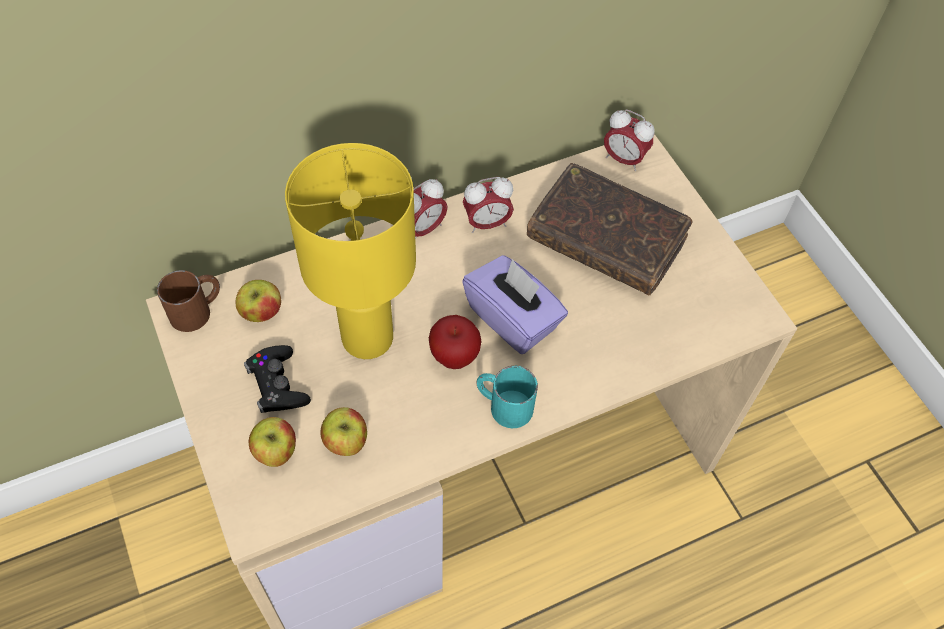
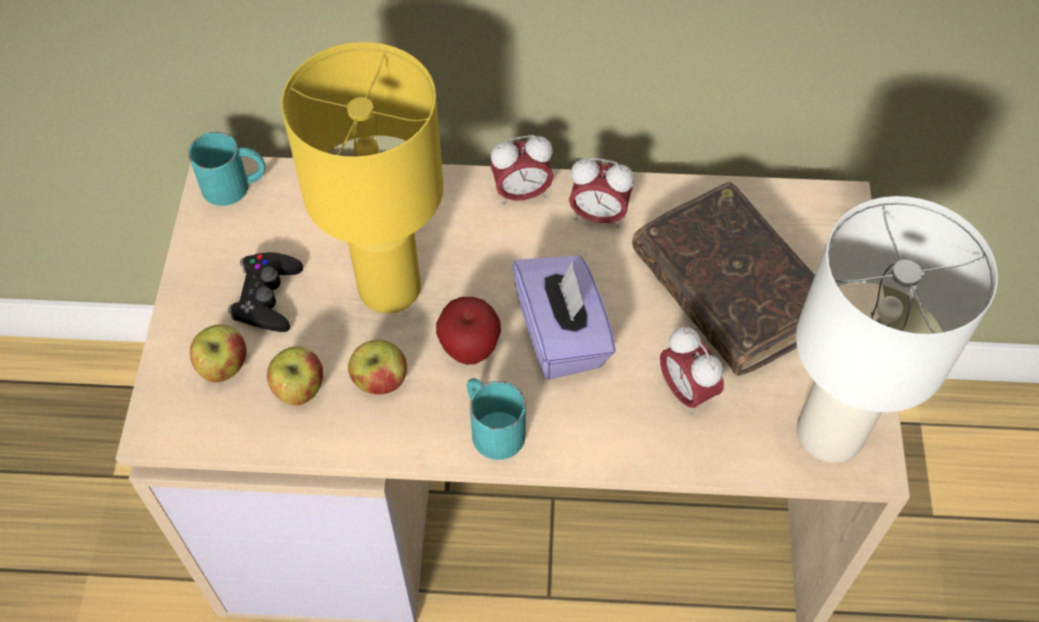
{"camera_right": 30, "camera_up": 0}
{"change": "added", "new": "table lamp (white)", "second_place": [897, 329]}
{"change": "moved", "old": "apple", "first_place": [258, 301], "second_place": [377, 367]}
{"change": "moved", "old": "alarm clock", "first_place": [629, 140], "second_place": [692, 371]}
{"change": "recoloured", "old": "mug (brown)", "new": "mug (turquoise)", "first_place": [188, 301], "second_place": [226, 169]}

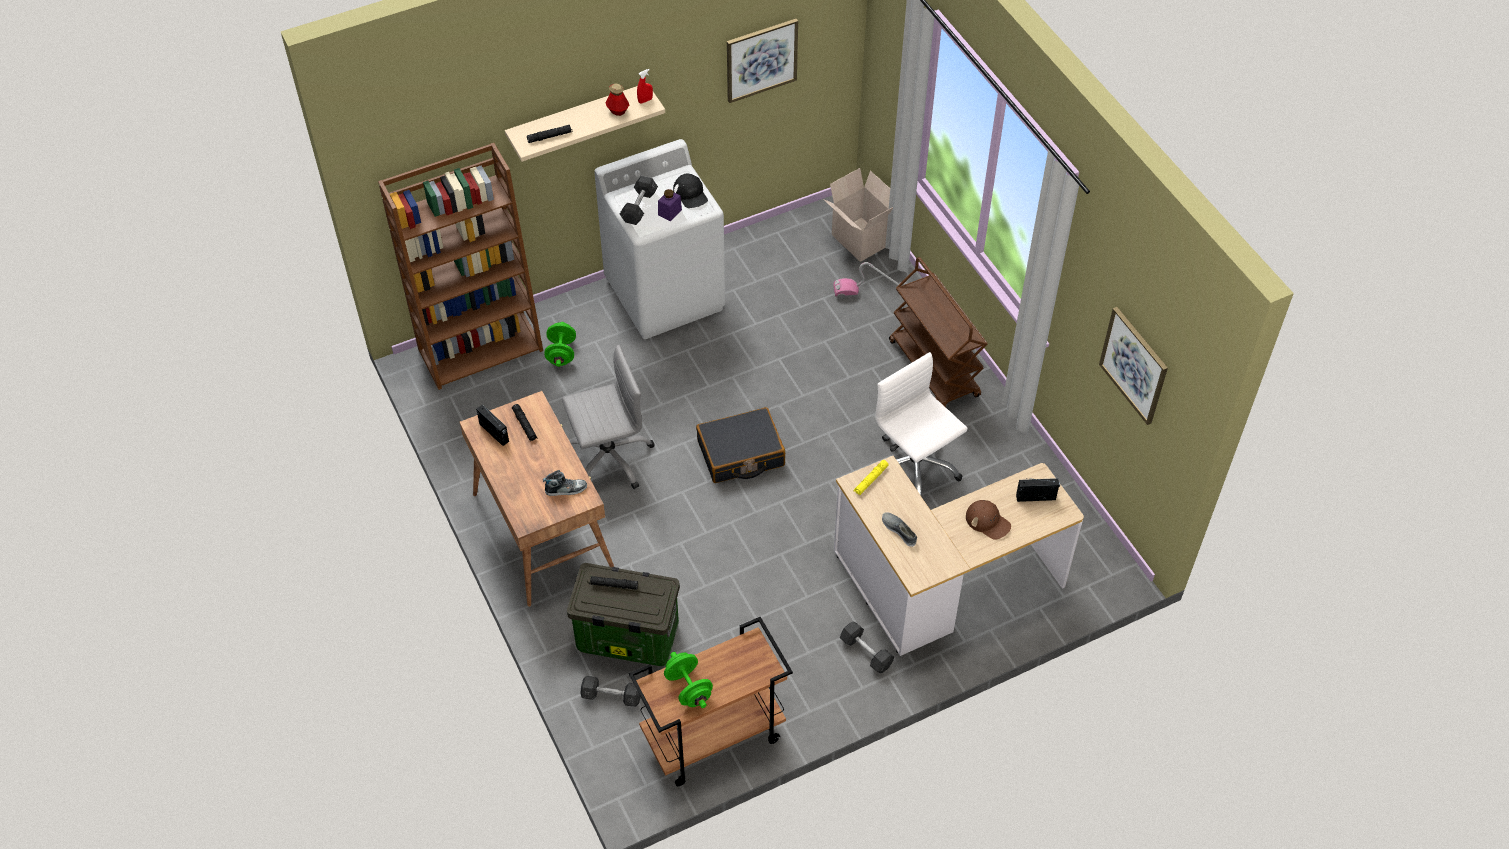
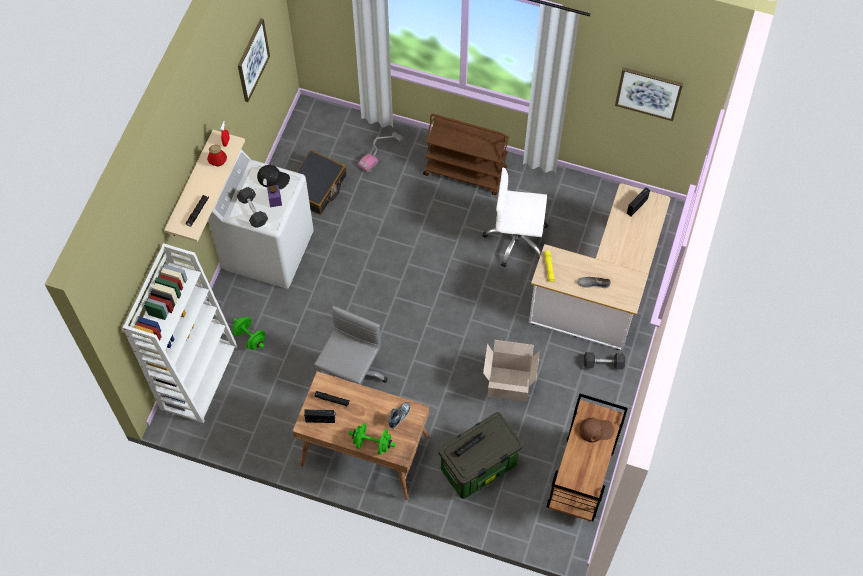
{"camera_right": -45, "camera_up": 10}
{"change": "removed", "old": "dumbbell (grey)", "first_place": [611, 691]}
{"change": "moved", "old": "dumbbell (green)", "first_place": [688, 680], "second_place": [372, 439]}
{"change": "moved", "old": "suitcase (black)", "first_place": [740, 445], "second_place": [321, 182]}
{"change": "moved", "old": "cardboard box", "first_place": [858, 215], "second_place": [511, 371]}
{"change": "moved", "old": "cap (brown)", "first_place": [988, 520], "second_place": [596, 429]}
{"change": "recoloured", "old": "bookcase (brown)", "new": "bookcase (white)", "first_place": [460, 266], "second_place": [180, 333]}

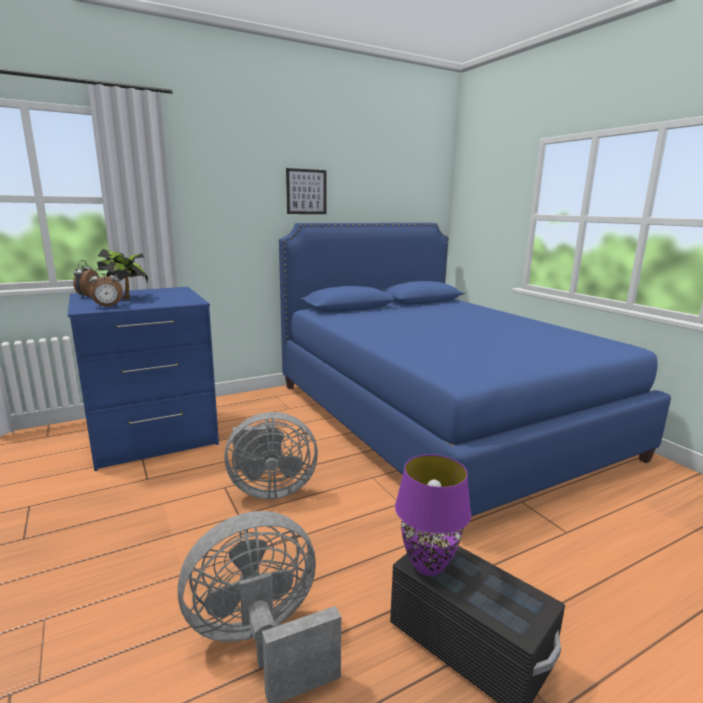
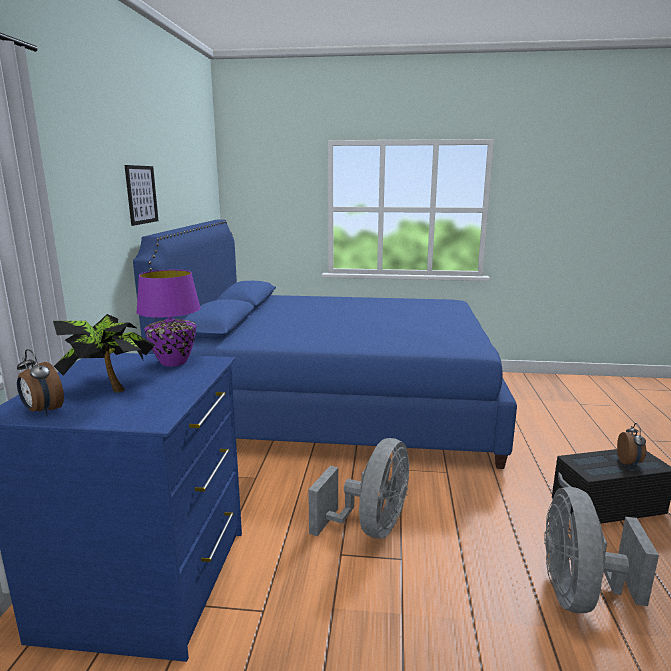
{"camera_right": -55, "camera_up": 0}
{"change": "moved", "old": "alarm clock", "first_place": [106, 287], "second_place": [631, 445]}
{"change": "moved", "old": "table lamp (purple)", "first_place": [433, 515], "second_place": [168, 318]}

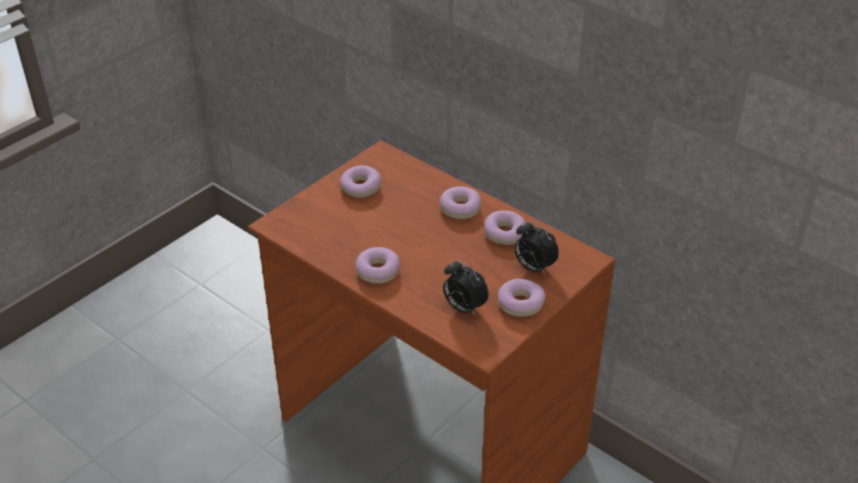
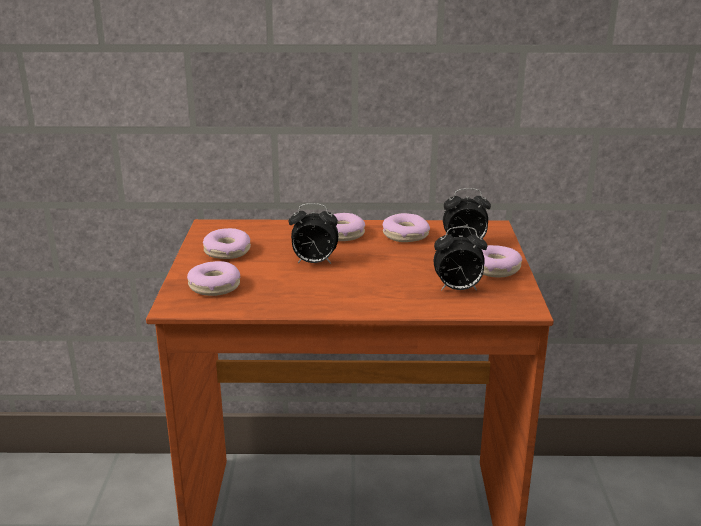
{"camera_right": -40, "camera_up": -15}
{"change": "added", "new": "alarm clock", "second_place": [314, 233]}
{"change": "moved", "old": "donut", "first_place": [377, 265], "second_place": [213, 278]}

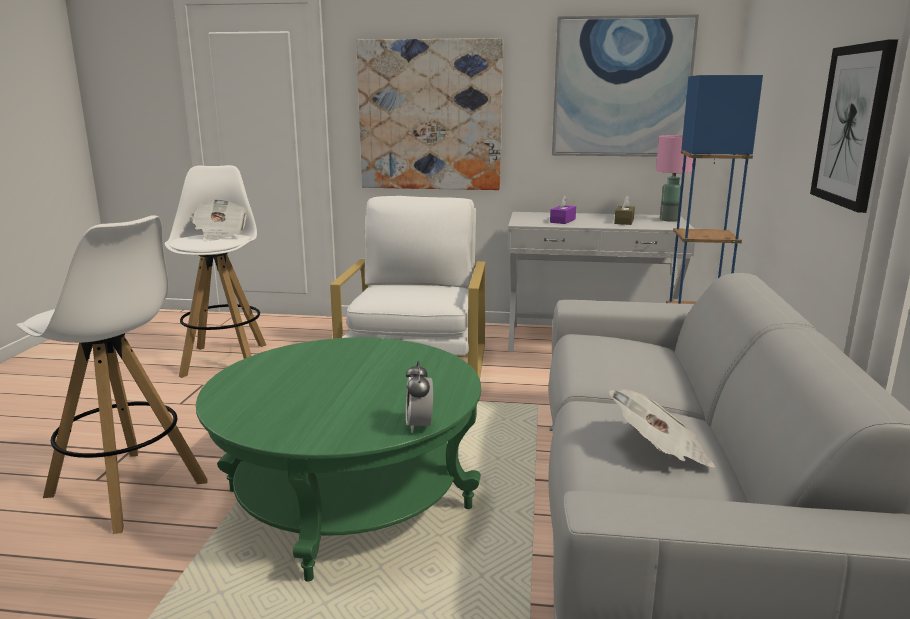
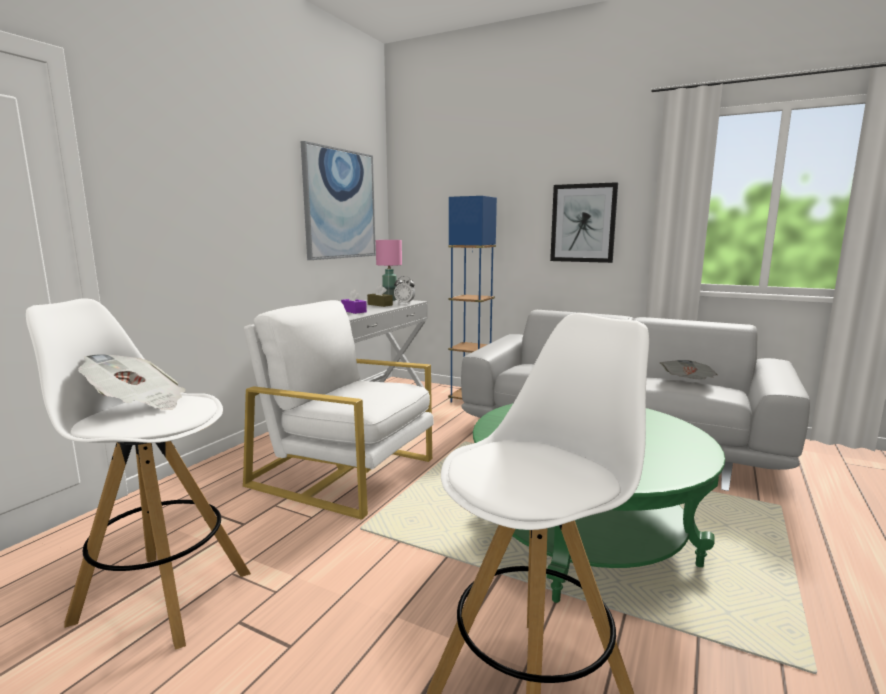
{"camera_right": -70, "camera_up": -5}
{"change": "removed", "old": "picture", "first_place": [429, 114]}
{"change": "moved", "old": "alarm clock", "first_place": [419, 397], "second_place": [404, 290]}

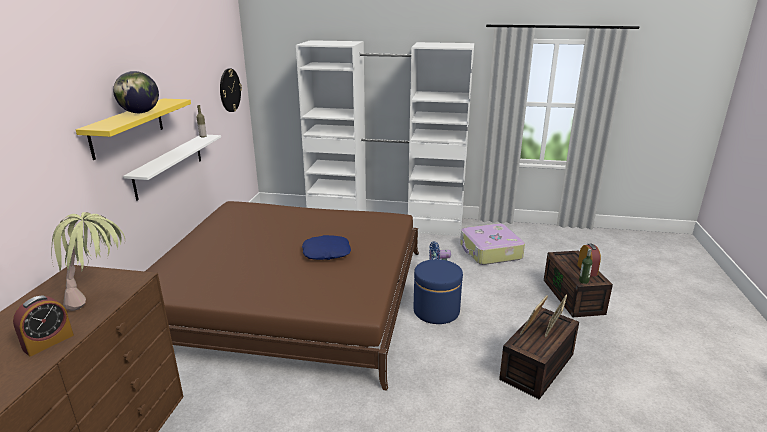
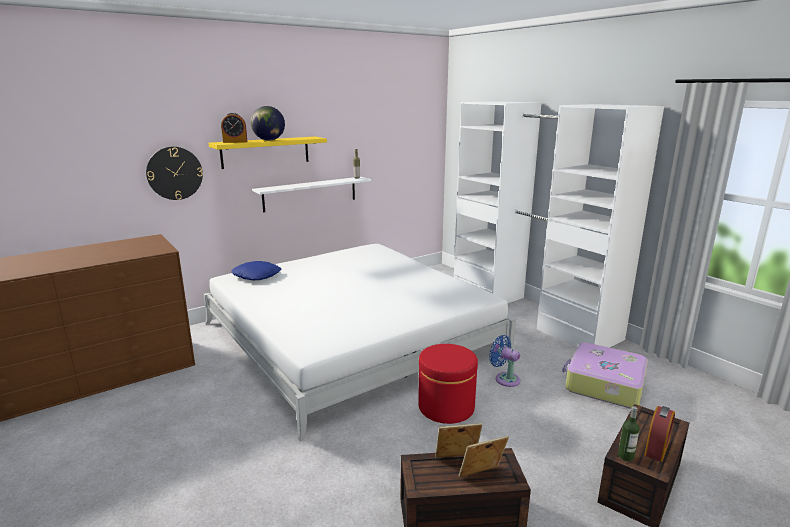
{"camera_right": 45, "camera_up": -5}
{"change": "removed", "old": "potted plant", "first_place": [88, 261]}
{"change": "moved", "old": "alarm clock", "first_place": [43, 325], "second_place": [234, 128]}
{"change": "moved", "old": "wall clock", "first_place": [231, 90], "second_place": [174, 173]}
{"change": "moved", "old": "pillow (blue)", "first_place": [326, 247], "second_place": [256, 270]}
{"change": "recoloured", "old": "bed (brown)", "new": "bed (white)", "first_place": [282, 296], "second_place": [360, 342]}
{"change": "recoloured", "old": "ottoman (blue)", "new": "ottoman (red)", "first_place": [438, 291], "second_place": [448, 384]}

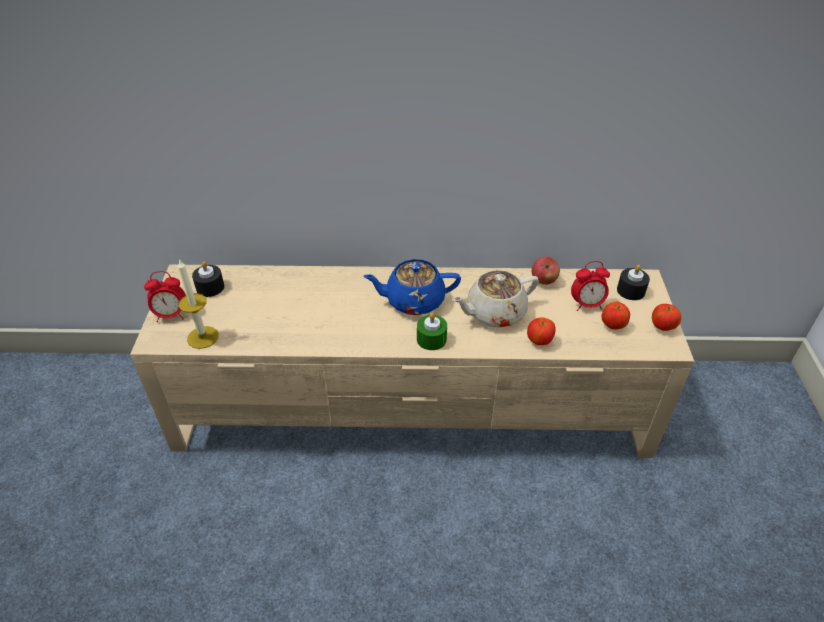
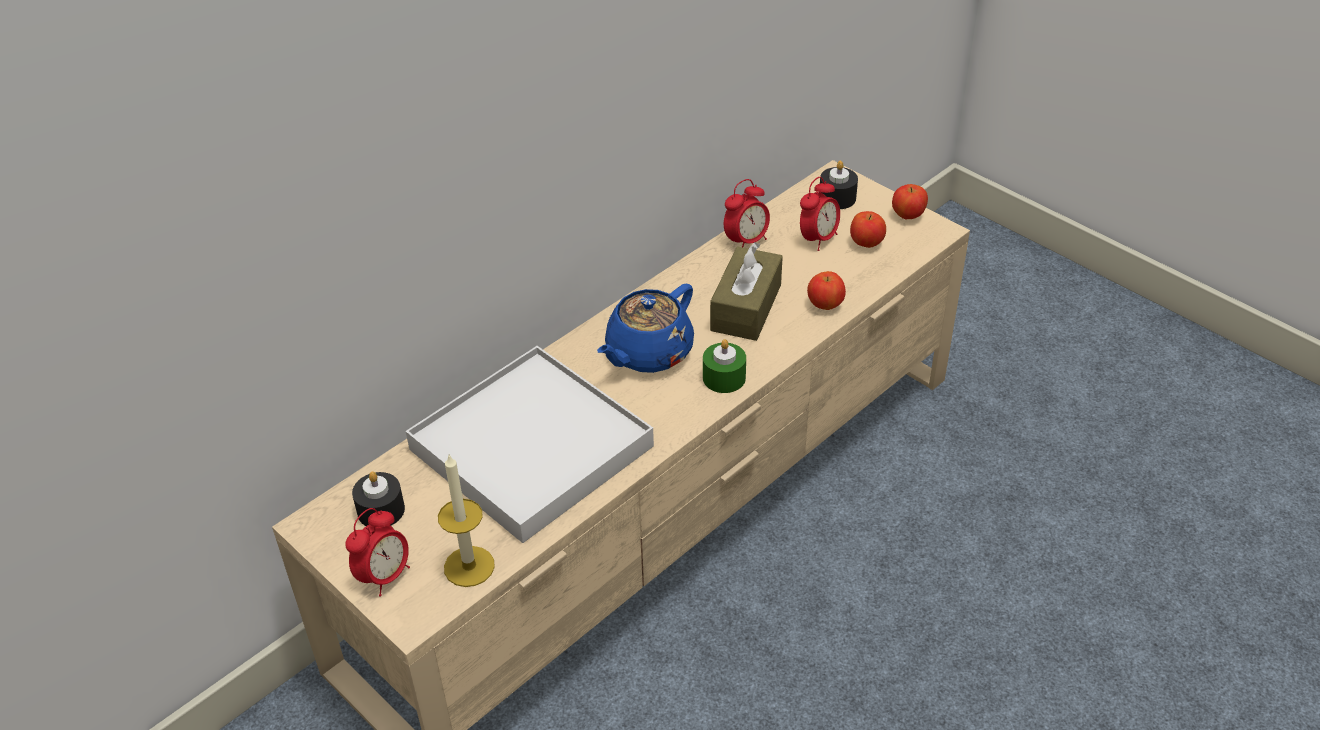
{"camera_right": -45, "camera_up": 0}
{"change": "added", "new": "tray (white)", "second_place": [530, 444]}
{"change": "replaced", "old": "teapot (beige)", "new": "tissue box (brown)", "first_place": [495, 298], "second_place": [746, 291]}
{"change": "replaced", "old": "apple", "new": "alarm clock", "first_place": [546, 271], "second_place": [747, 213]}

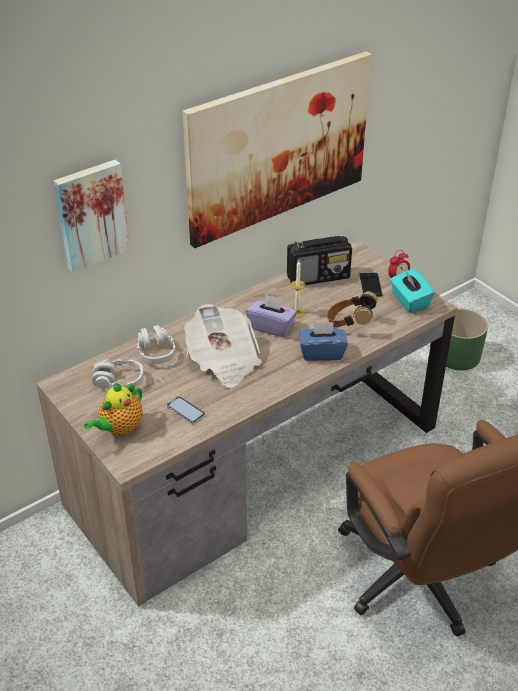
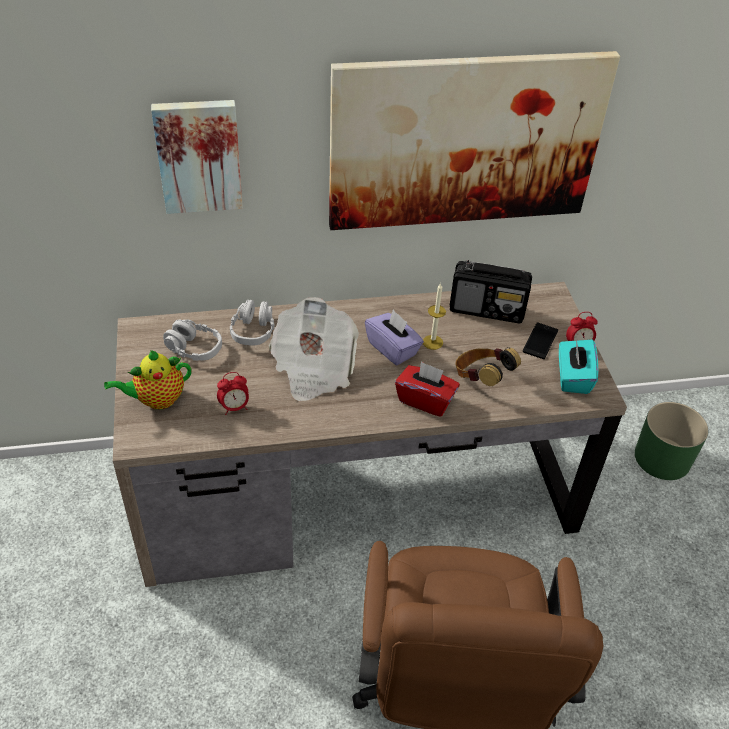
{"camera_right": 25, "camera_up": 5}
{"change": "replaced", "old": "phone", "new": "alarm clock", "first_place": [186, 410], "second_place": [233, 393]}
{"change": "recoloured", "old": "tissue box (blue)", "new": "tissue box (red)", "first_place": [323, 341], "second_place": [427, 389]}

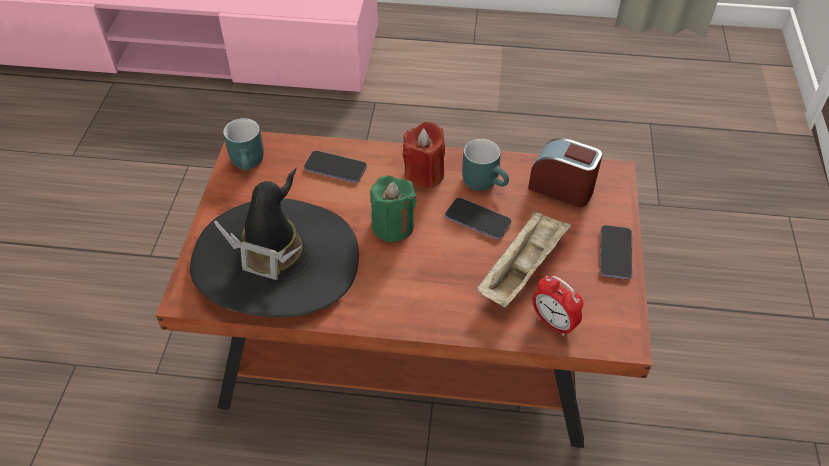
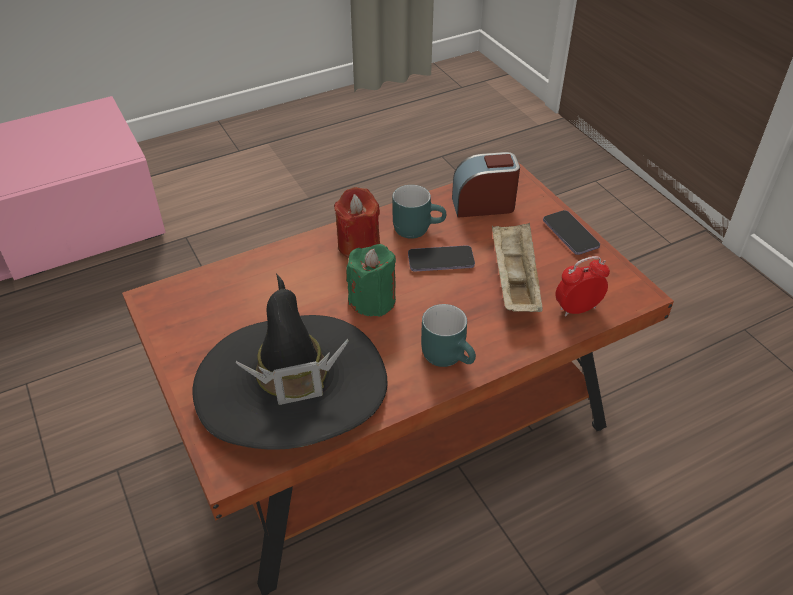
{"camera_right": -35, "camera_up": -5}
{"change": "removed", "old": "phone", "first_place": [335, 166]}
{"change": "moved", "old": "mug (turquoise)", "first_place": [243, 144], "second_place": [448, 335]}
{"change": "turned", "old": "alarm clock", "first_place": [557, 306], "second_place": [582, 286], "degrees": 150}

